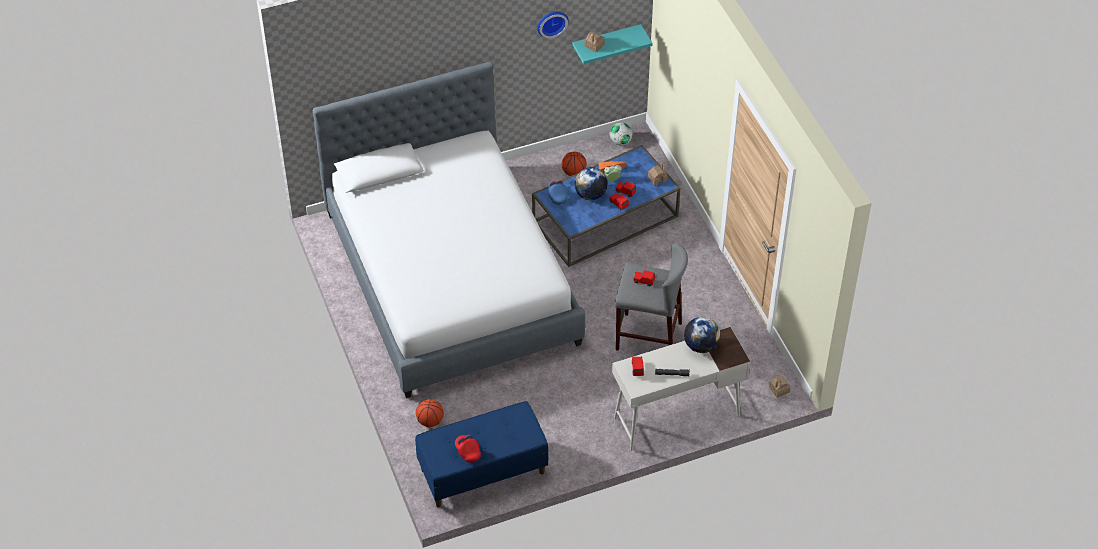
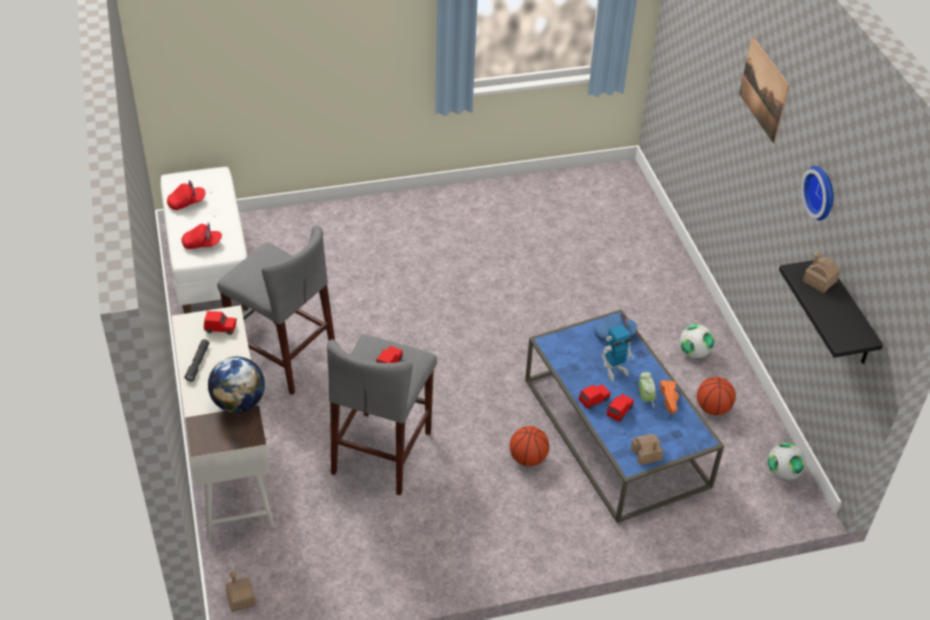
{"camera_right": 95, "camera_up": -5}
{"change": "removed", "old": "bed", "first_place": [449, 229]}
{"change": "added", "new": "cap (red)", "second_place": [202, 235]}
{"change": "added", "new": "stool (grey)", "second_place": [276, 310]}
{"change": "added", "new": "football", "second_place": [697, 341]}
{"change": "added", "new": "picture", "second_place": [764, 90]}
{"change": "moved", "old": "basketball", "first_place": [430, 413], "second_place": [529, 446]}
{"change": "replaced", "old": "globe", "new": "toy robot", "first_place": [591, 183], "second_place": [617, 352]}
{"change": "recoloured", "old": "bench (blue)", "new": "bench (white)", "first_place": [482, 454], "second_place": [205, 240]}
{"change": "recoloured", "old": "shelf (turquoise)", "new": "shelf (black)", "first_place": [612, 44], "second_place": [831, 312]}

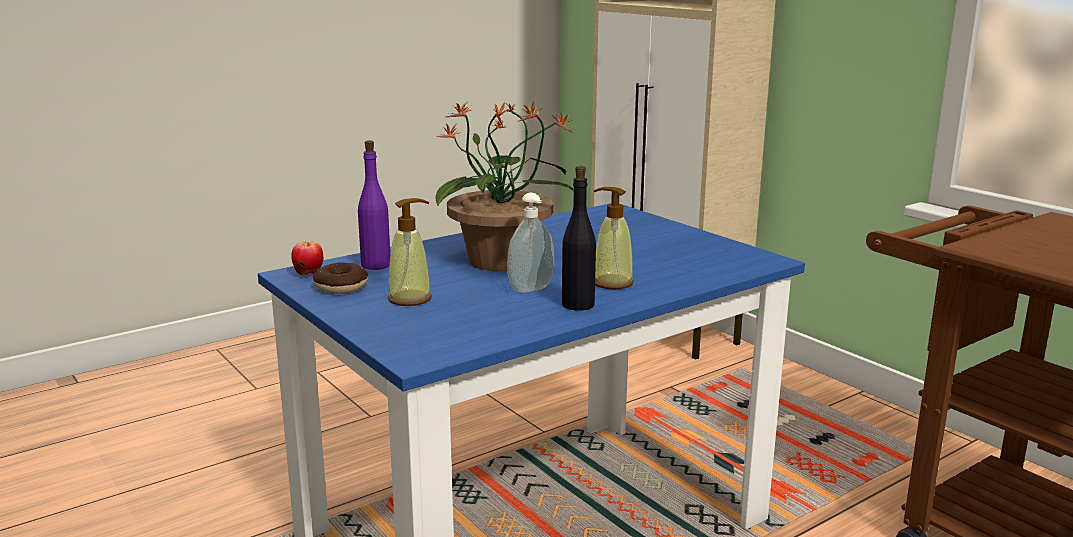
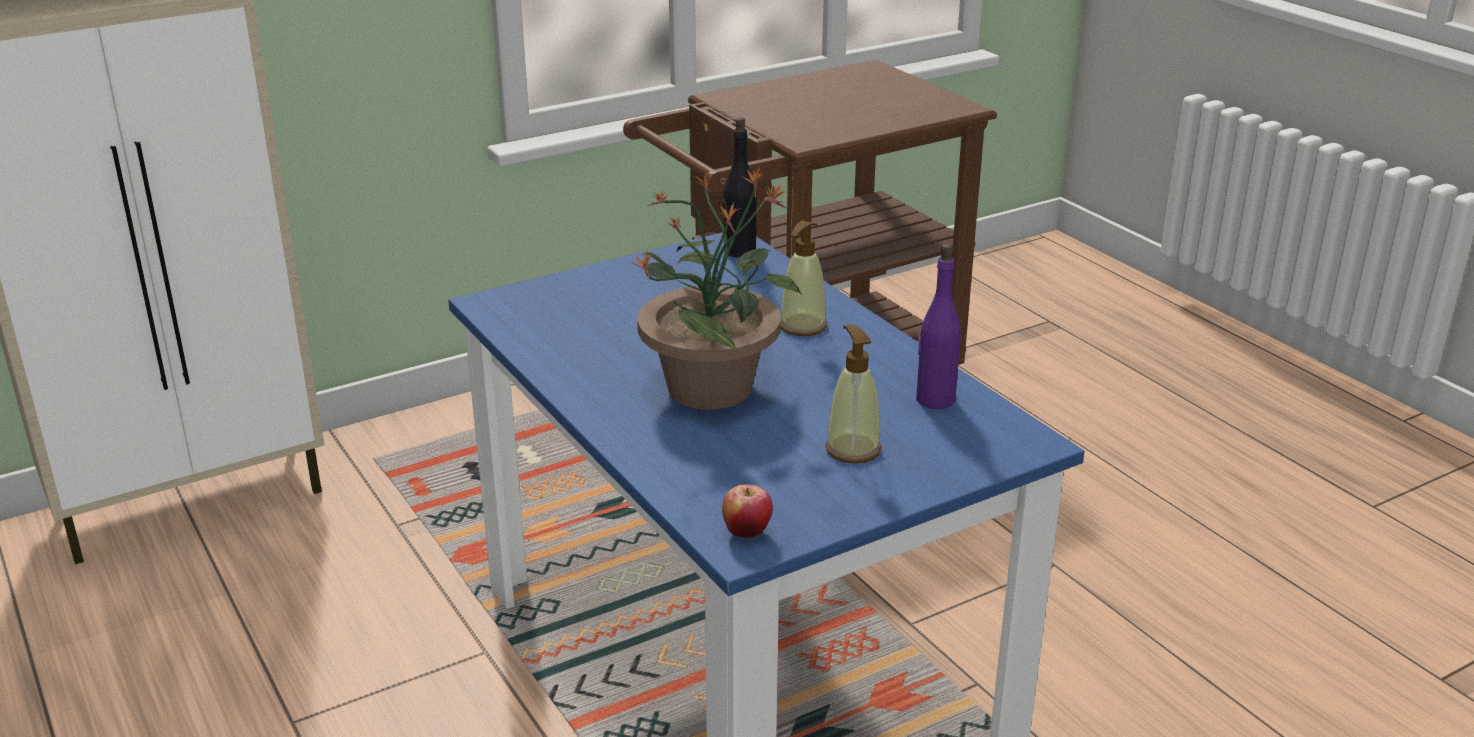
{"camera_right": -85, "camera_up": 10}
{"change": "removed", "old": "donut", "first_place": [340, 278]}
{"change": "removed", "old": "soap dispenser", "first_place": [530, 243]}
{"change": "moved", "old": "bottle (purple)", "first_place": [374, 205], "second_place": [938, 326]}
{"change": "moved", "old": "bottle (black)", "first_place": [579, 238], "second_place": [739, 187]}

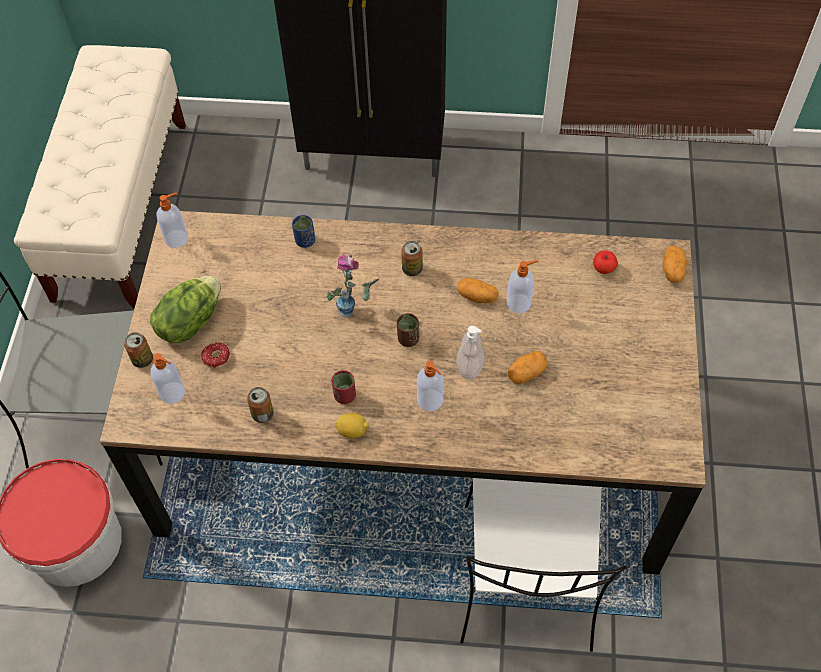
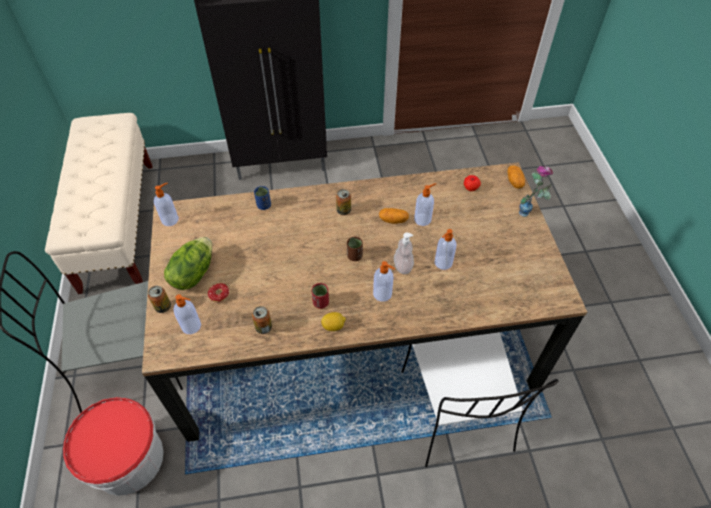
{"camera_right": -15, "camera_up": -5}
{"change": "moved", "old": "vase", "first_place": [353, 285], "second_place": [536, 191]}
{"change": "replaced", "old": "potato", "new": "soap dispenser", "first_place": [528, 367], "second_place": [446, 249]}

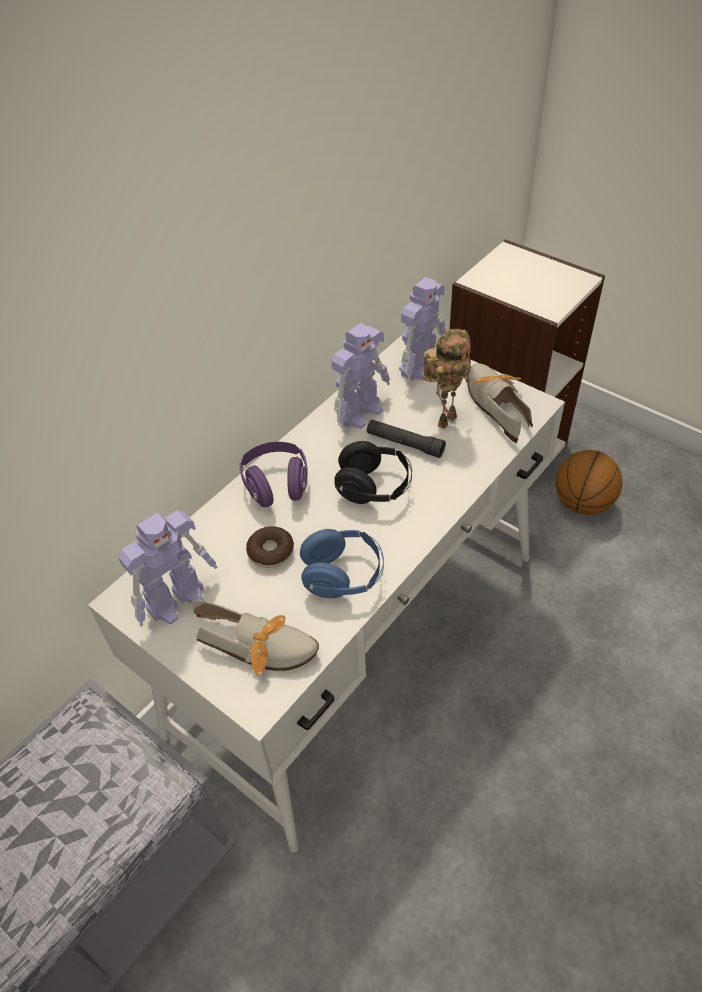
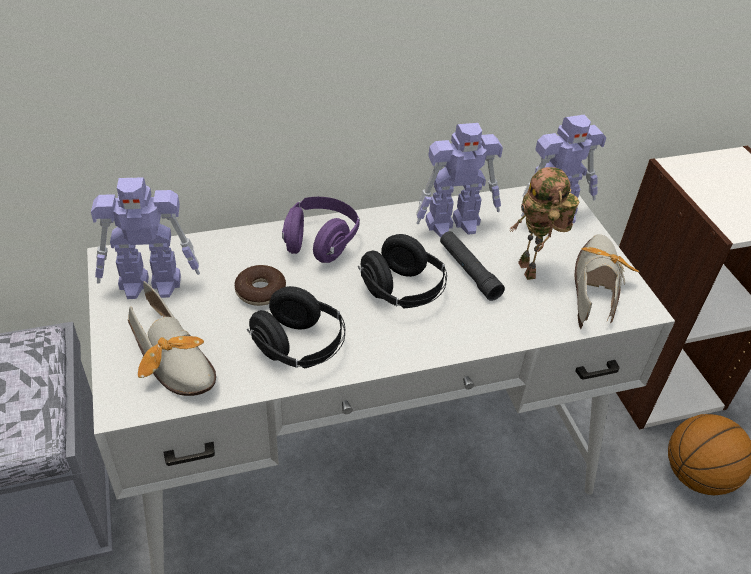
{"camera_right": 30, "camera_up": -5}
{"change": "recoloured", "old": "headphones (blue)", "new": "headphones (black)", "first_place": [342, 563], "second_place": [296, 327]}
{"change": "turned", "old": "toy robot", "first_place": [447, 379], "second_place": [544, 223], "degrees": 90}

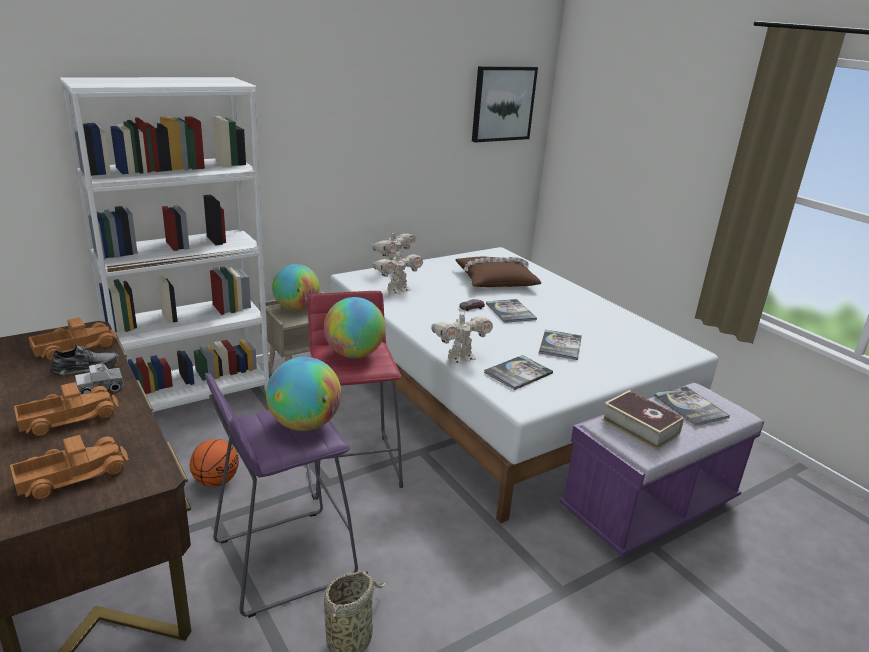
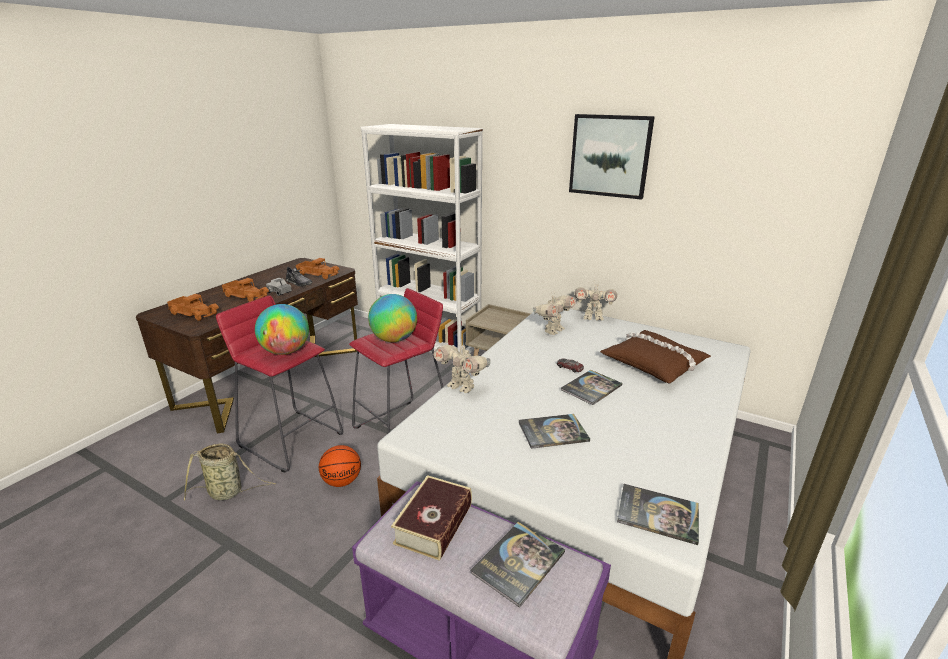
{"camera_right": 65, "camera_up": 0}
{"change": "removed", "old": "globe", "first_place": [296, 287]}
{"change": "moved", "old": "basketball", "first_place": [214, 463], "second_place": [340, 466]}
{"change": "moved", "old": "picture", "first_place": [505, 104], "second_place": [612, 157]}
{"change": "moved", "old": "book", "first_place": [518, 372], "second_place": [658, 514]}
{"change": "recoloured", "old": "stool (purple)", "new": "stool (red)", "first_place": [281, 495], "second_place": [279, 384]}
{"change": "turned", "old": "toy robot", "first_place": [398, 272], "second_place": [554, 313], "degrees": -75}

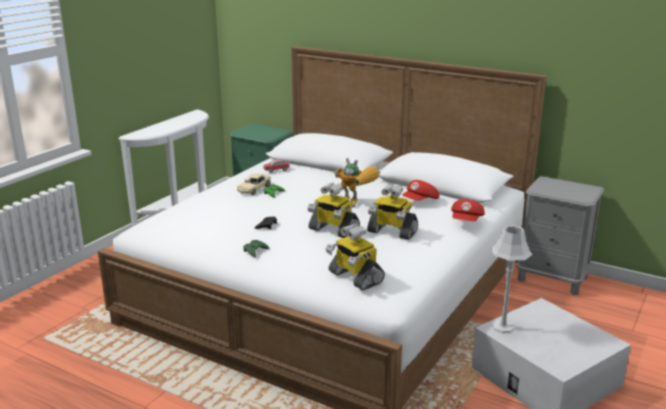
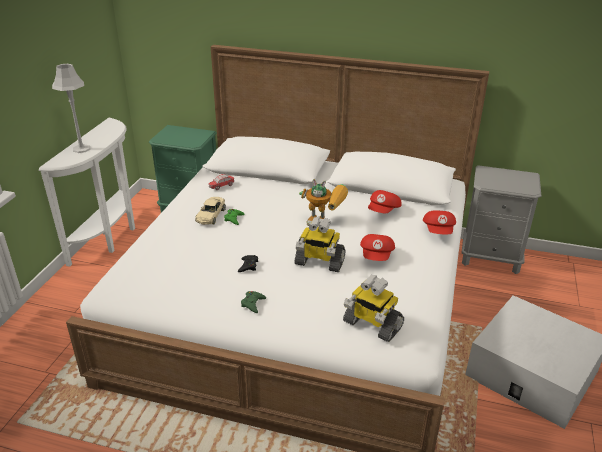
{"camera_right": -15, "camera_up": 10}
{"change": "moved", "old": "table lamp (grey)", "first_place": [511, 279], "second_place": [71, 108]}
{"change": "replaced", "old": "toy robot", "new": "cap (red)", "first_place": [392, 212], "second_place": [377, 247]}

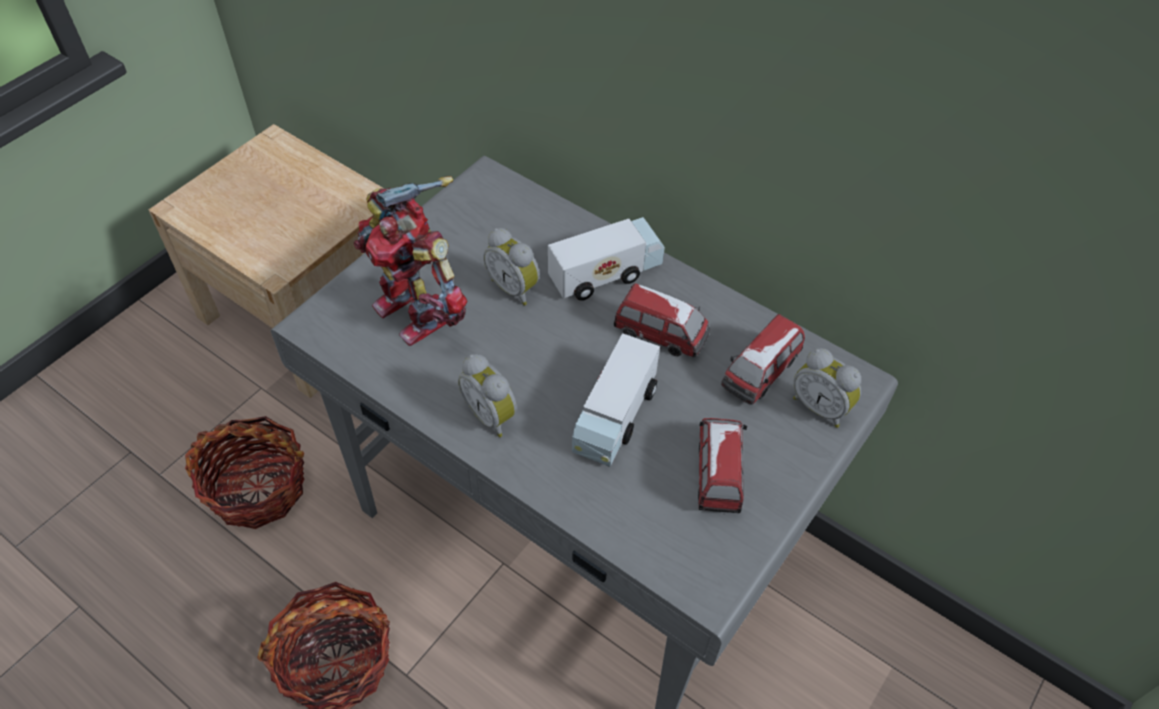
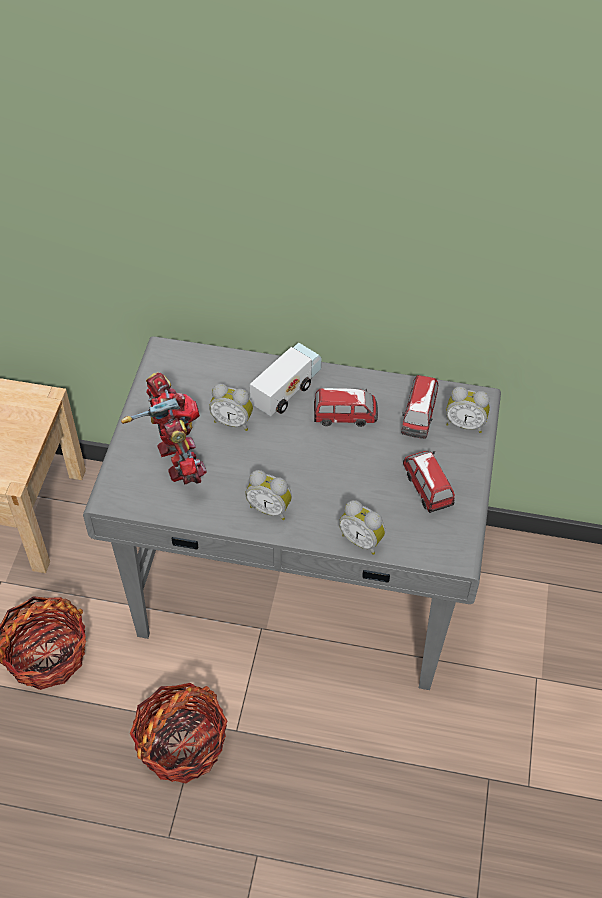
{"camera_right": -25, "camera_up": 0}
{"change": "removed", "old": "toy truck", "first_place": [616, 400]}
{"change": "added", "new": "alarm clock", "second_place": [362, 527]}
{"change": "turned", "old": "toy robot", "first_place": [410, 261], "second_place": [164, 428], "degrees": -135}

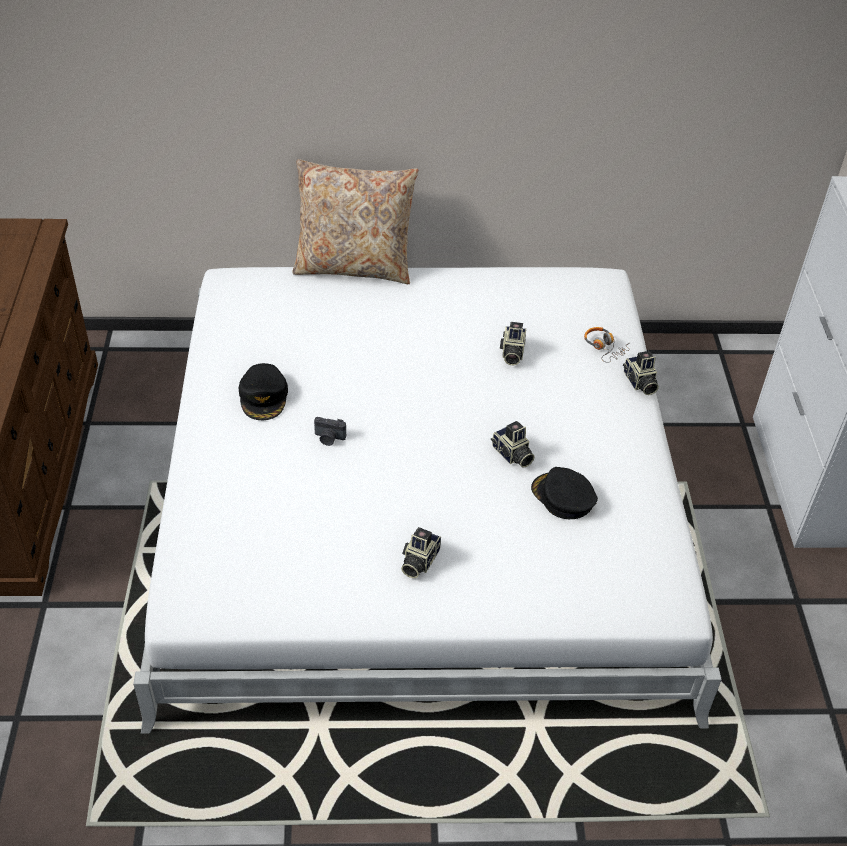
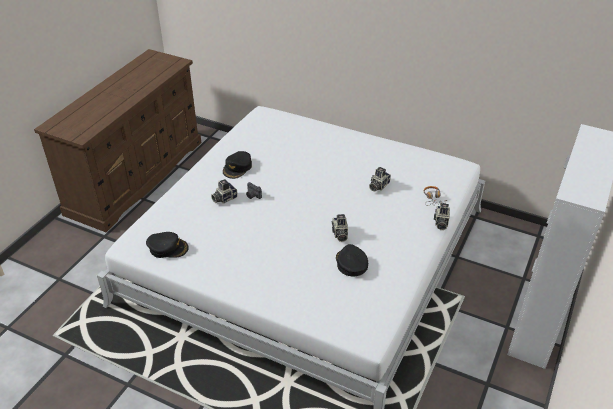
{"camera_right": 30, "camera_up": -5}
{"change": "removed", "old": "pillow (beige)", "first_place": [355, 221]}
{"change": "added", "new": "cap (black)", "second_place": [167, 245]}
{"change": "moved", "old": "photo camera", "first_place": [421, 552], "second_place": [224, 191]}

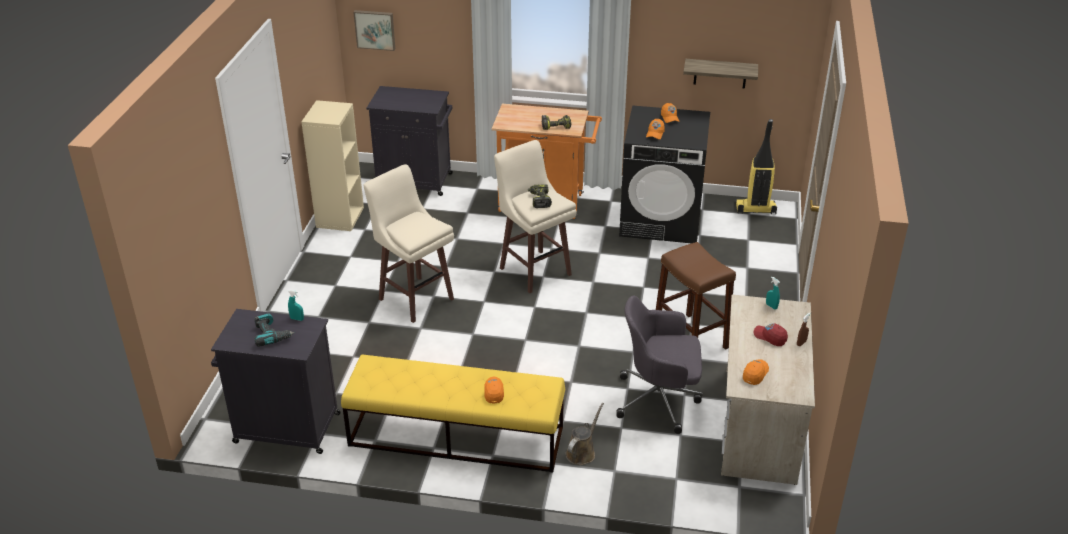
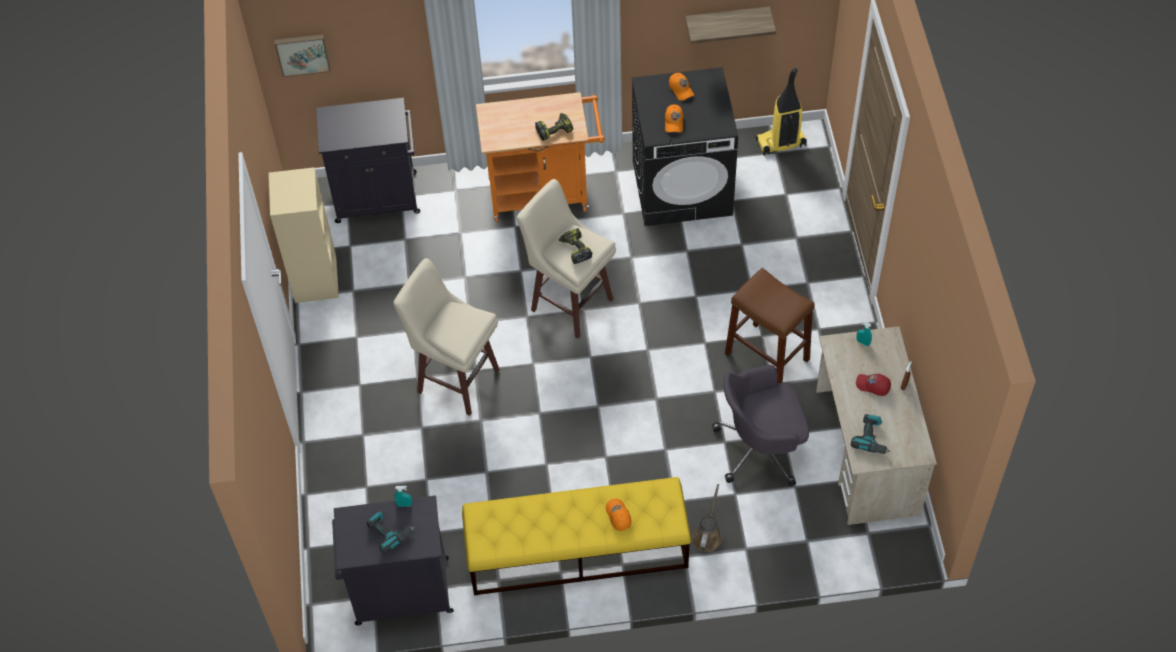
{"camera_right": -15, "camera_up": 20}
{"change": "replaced", "old": "cap (orange)", "new": "power drill", "first_place": [756, 372], "second_place": [870, 434]}

